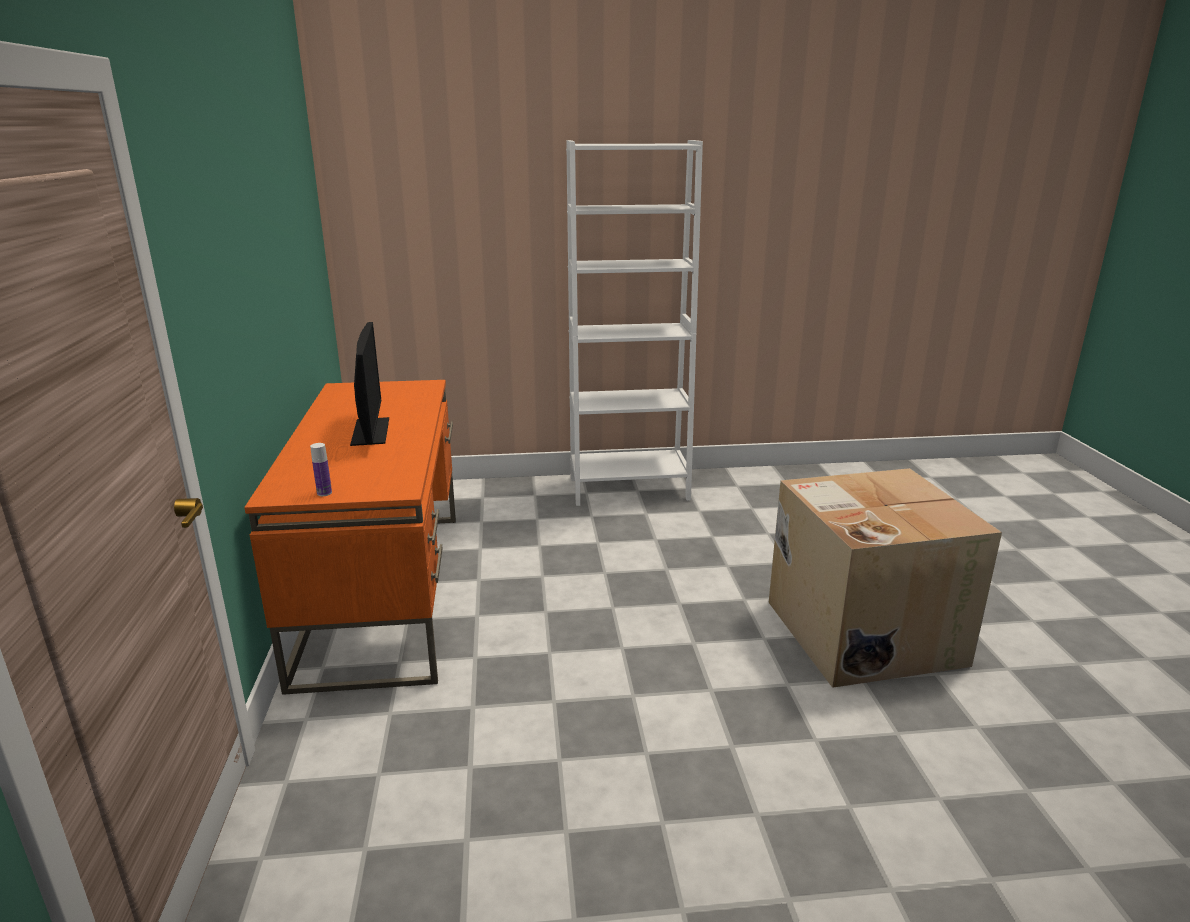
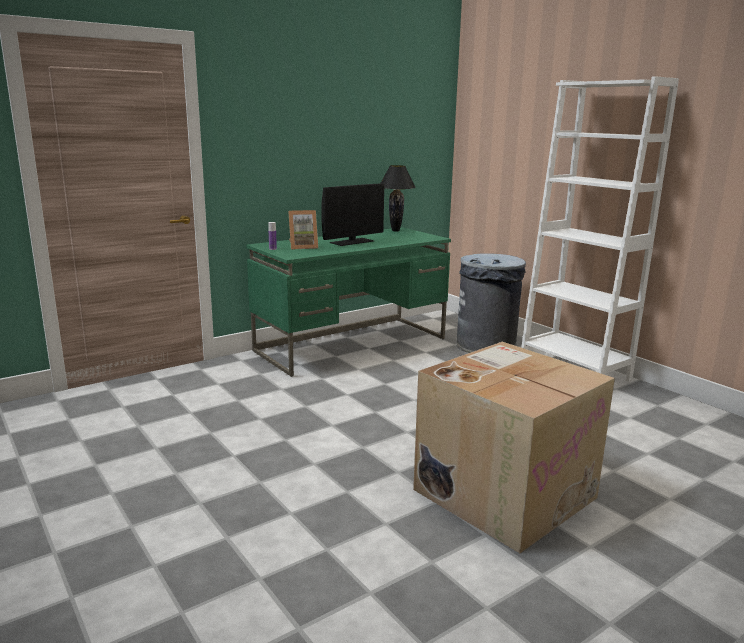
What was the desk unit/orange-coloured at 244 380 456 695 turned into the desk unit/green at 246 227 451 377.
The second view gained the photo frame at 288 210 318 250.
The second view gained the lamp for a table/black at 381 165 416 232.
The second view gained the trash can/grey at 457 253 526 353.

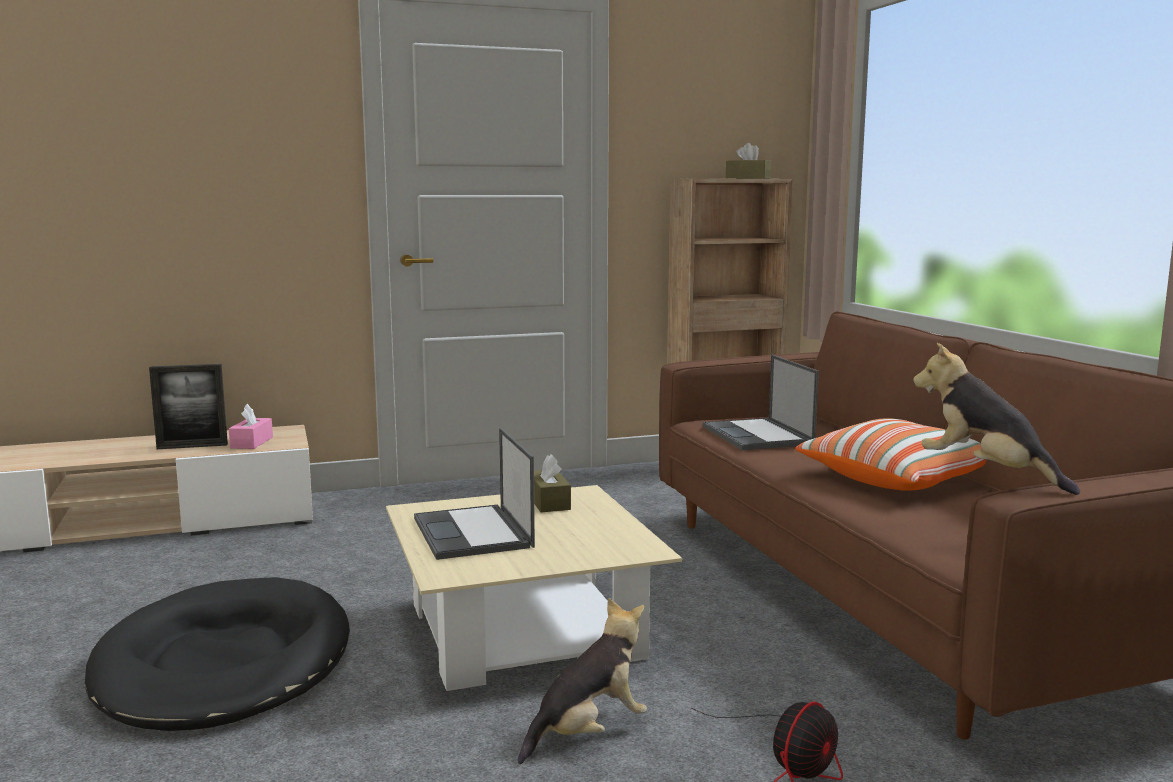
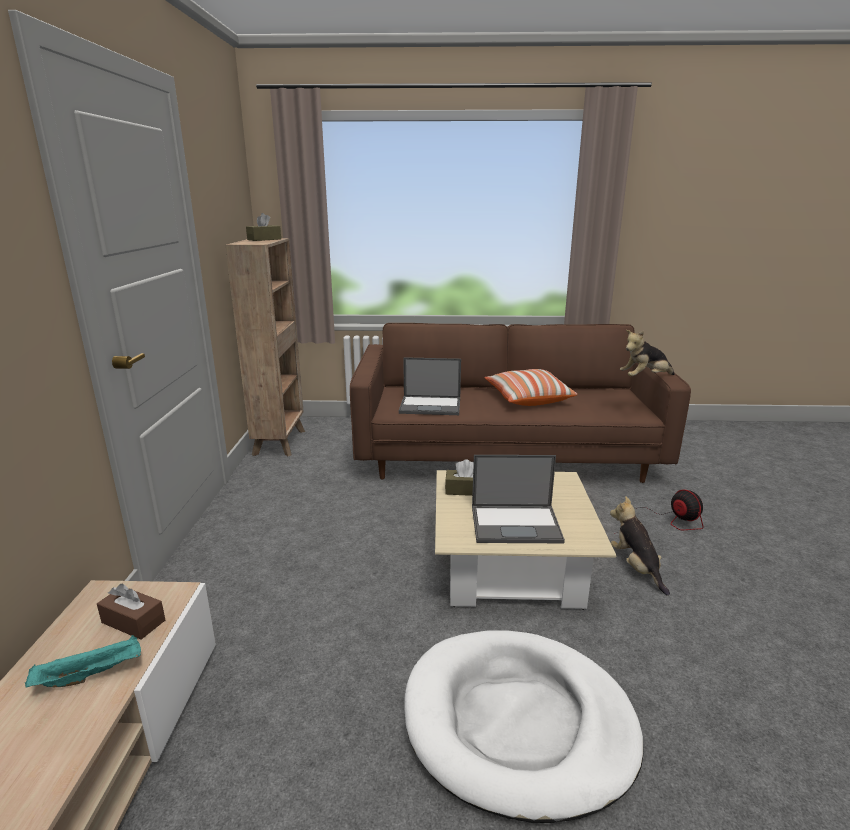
What was the pet bed/black at 85 577 350 731 turned into the pet bed/white at 404 630 643 823.
Where the photo frame stood at 149 364 228 449, the serving tray/blue-green came to stand at 25 635 141 688.
What was the tissue box/pink at 229 404 273 449 turned into the tissue box/brown at 97 584 165 640.

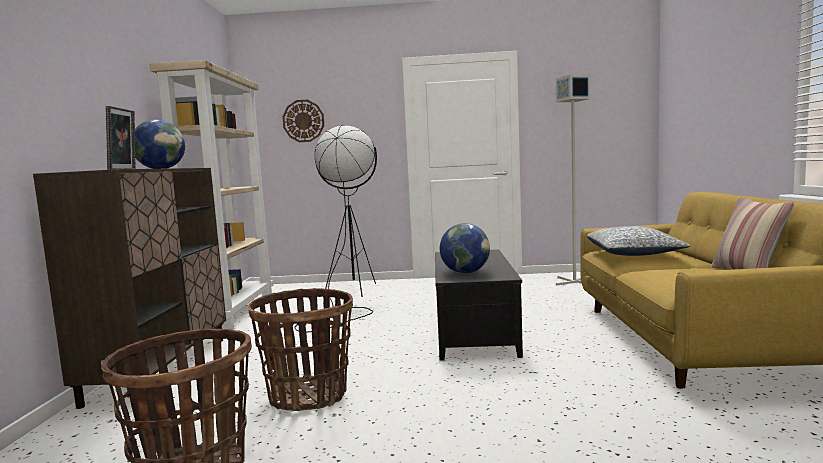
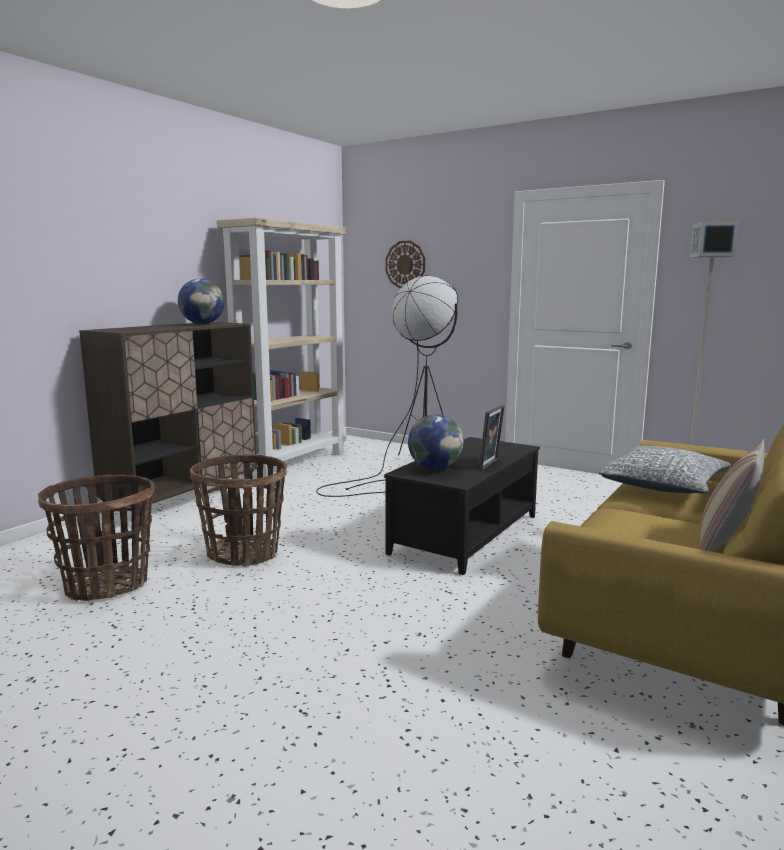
The photo frame ended up elsewhere, having gone from 105 106 136 170 to 478 405 505 470.

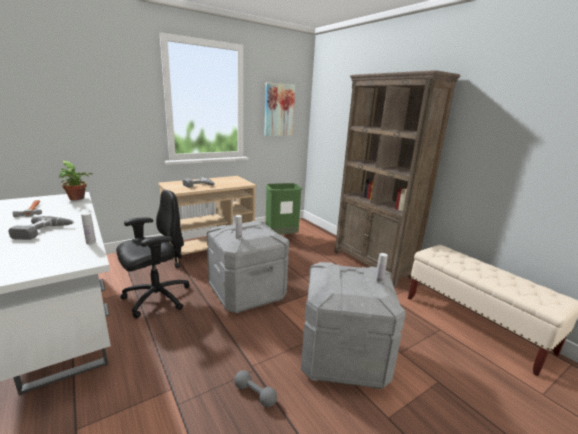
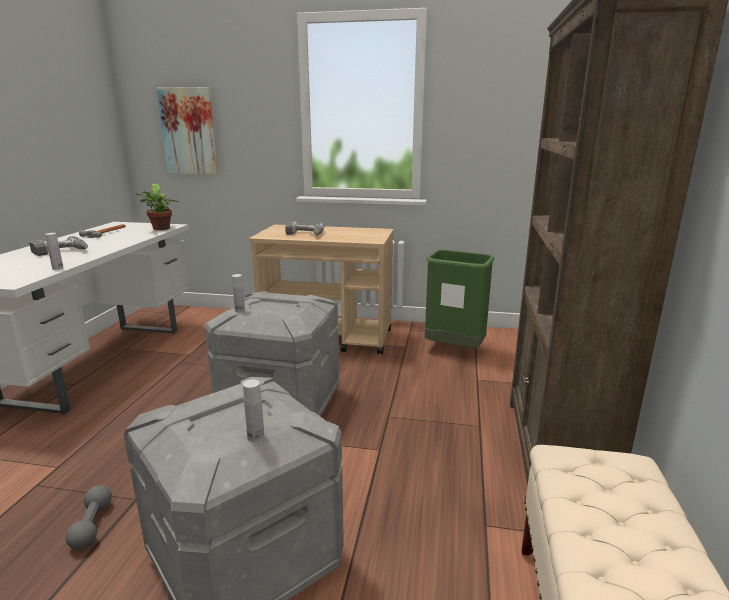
The second view lost the office chair/black at 116 190 190 318.
The picture ended up elsewhere, having gone from 264 83 295 136 to 157 87 218 174.

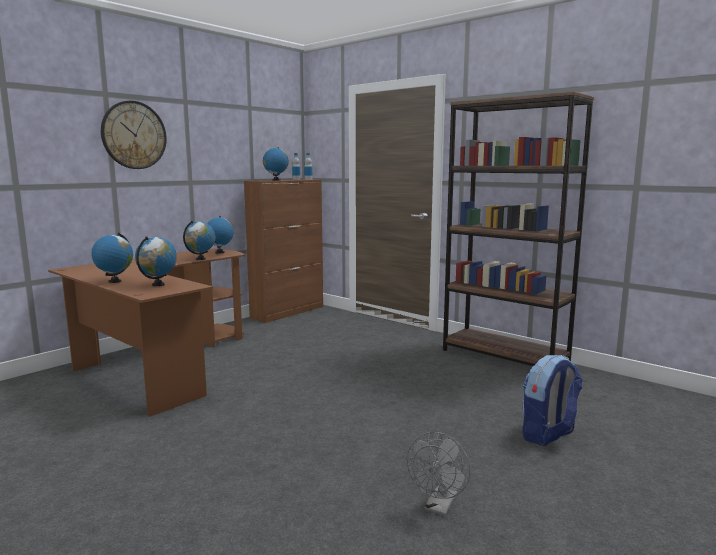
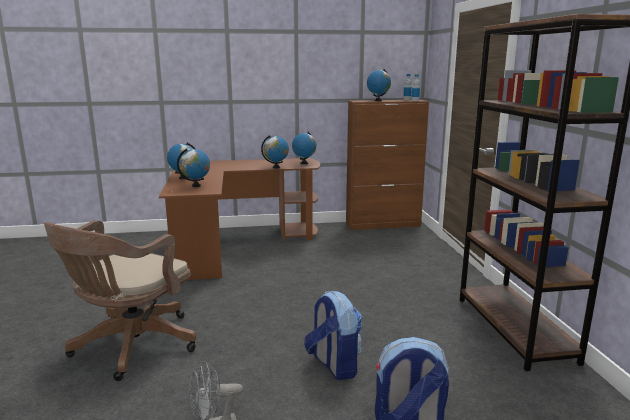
The second view lost the wall clock at 101 101 167 169.
The second view gained the office chair/brown at 44 220 197 381.
The second view gained the knapsack at 304 291 363 380.

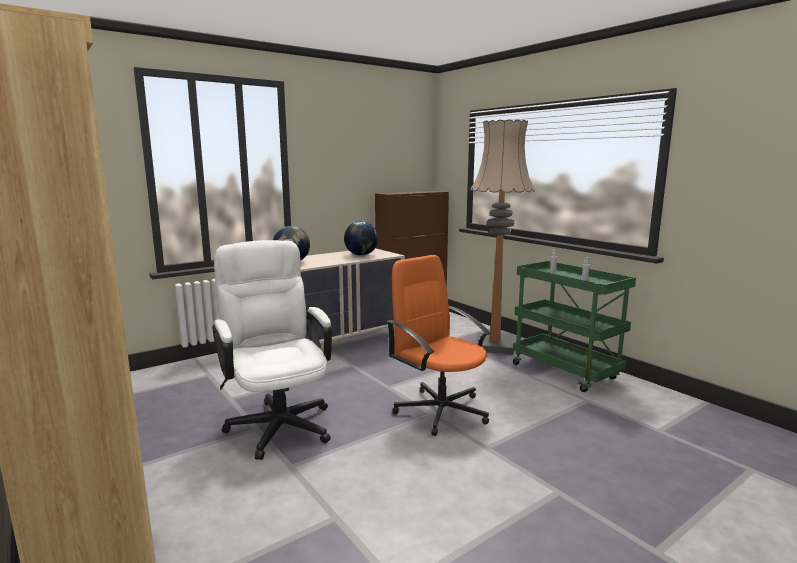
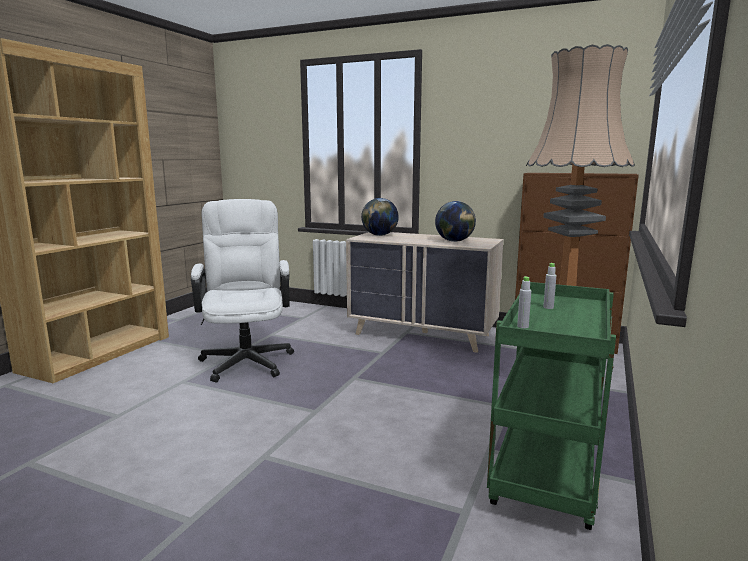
The office chair/white at 212 240 332 460 ended up facing another way, 45 degrees counterclockwise from before.
The second view lost the office chair/orange-coloured at 387 255 491 436.

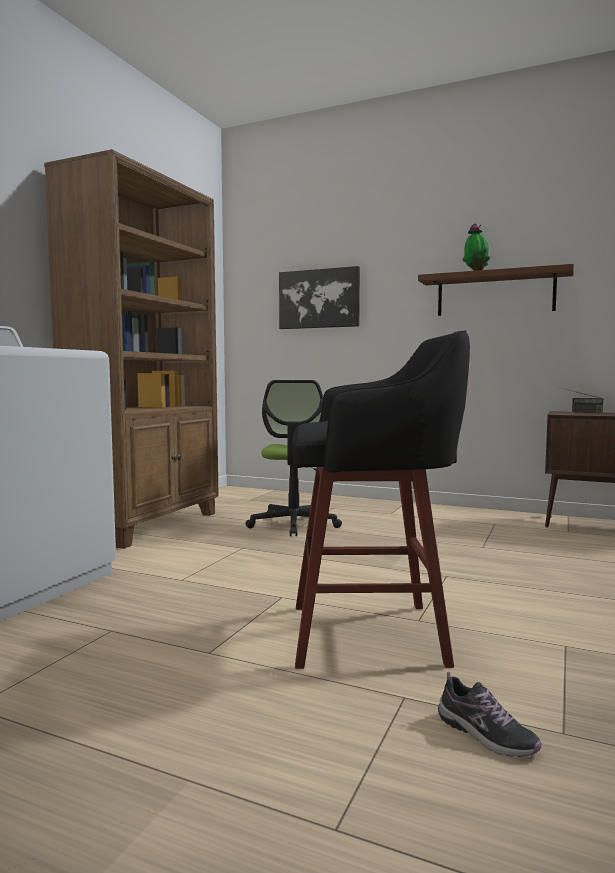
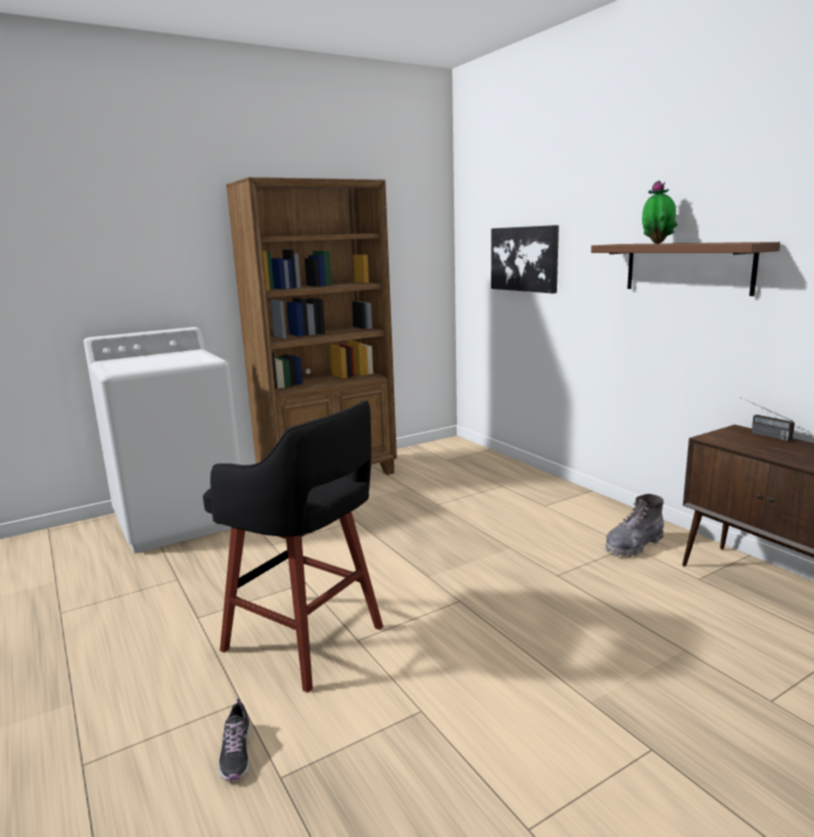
The second view lost the office chair at 246 380 342 536.
The second view gained the boot/grey at 605 494 664 557.

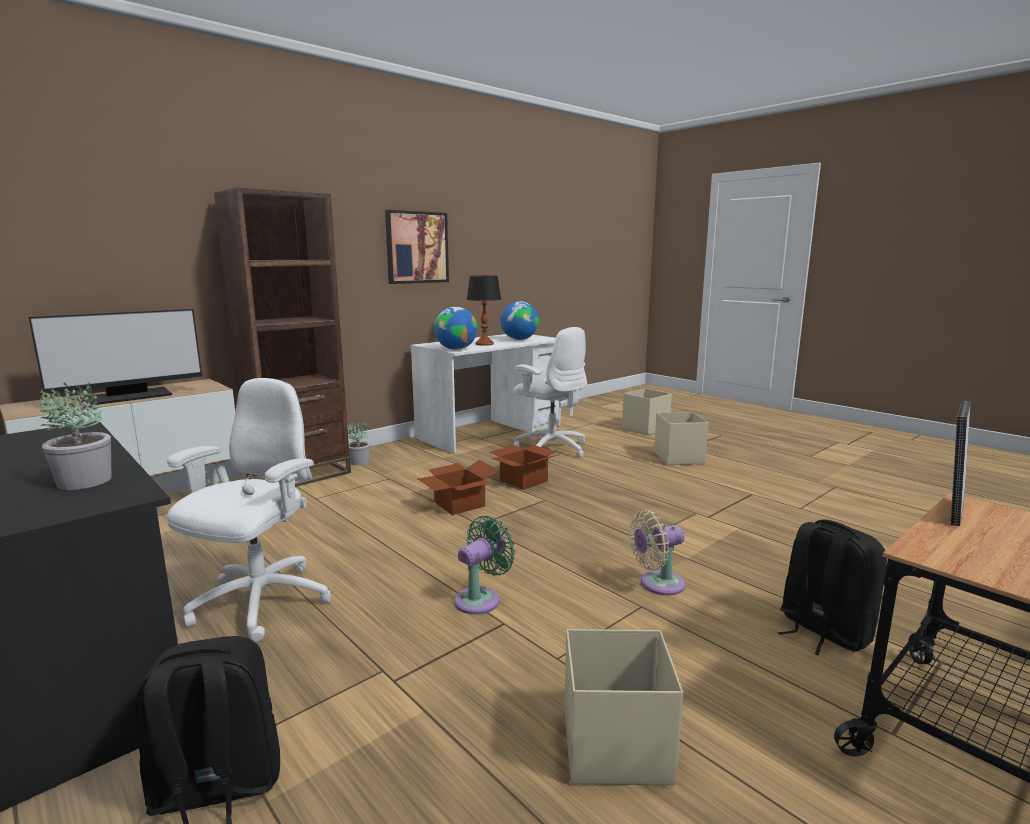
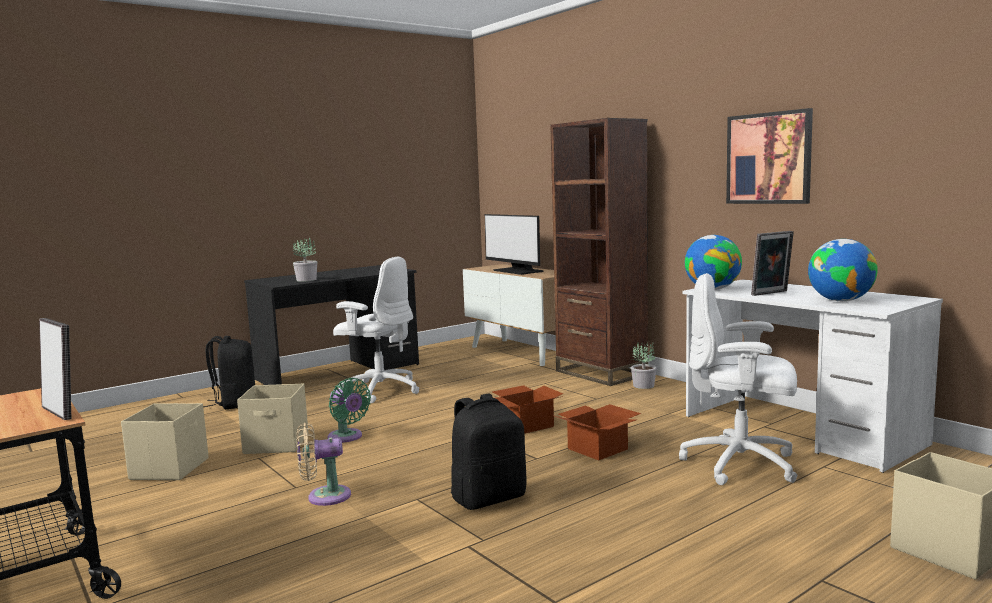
Where the lamp for a table stood at 467 276 501 346, the photo frame came to stand at 751 231 794 296.
The office chair/white at 513 327 587 457 ended up facing another way, 60 degrees clockwise from before.
The electric fan/beige-coloured at 629 510 685 595 ended up facing another way, 90 degrees counterclockwise from before.
The storage container/beige-coloured ended up elsewhere, having gone from 654 412 709 465 to 237 383 308 454.
The knapsack/black ended up elsewhere, having gone from 778 519 887 656 to 451 393 526 510.

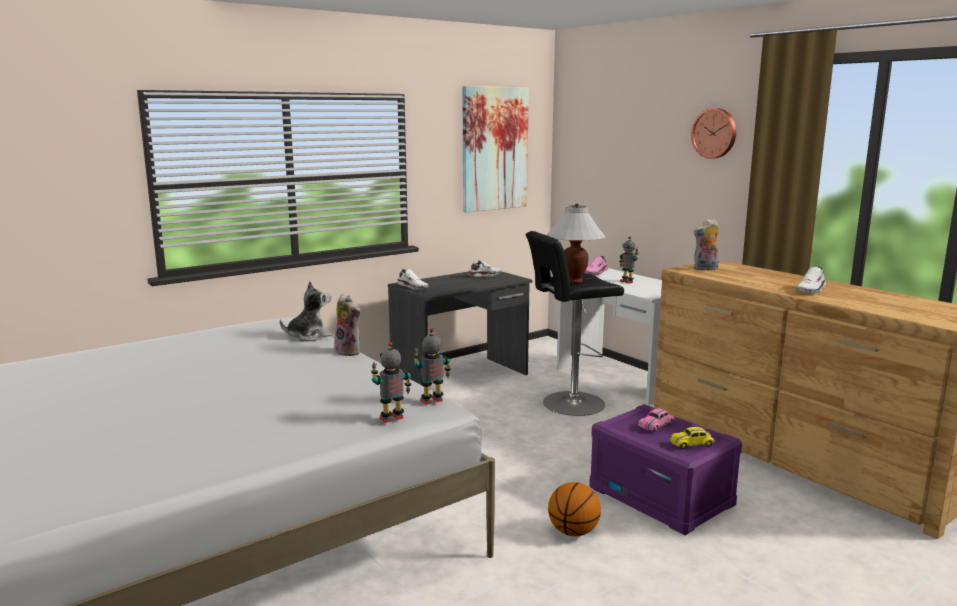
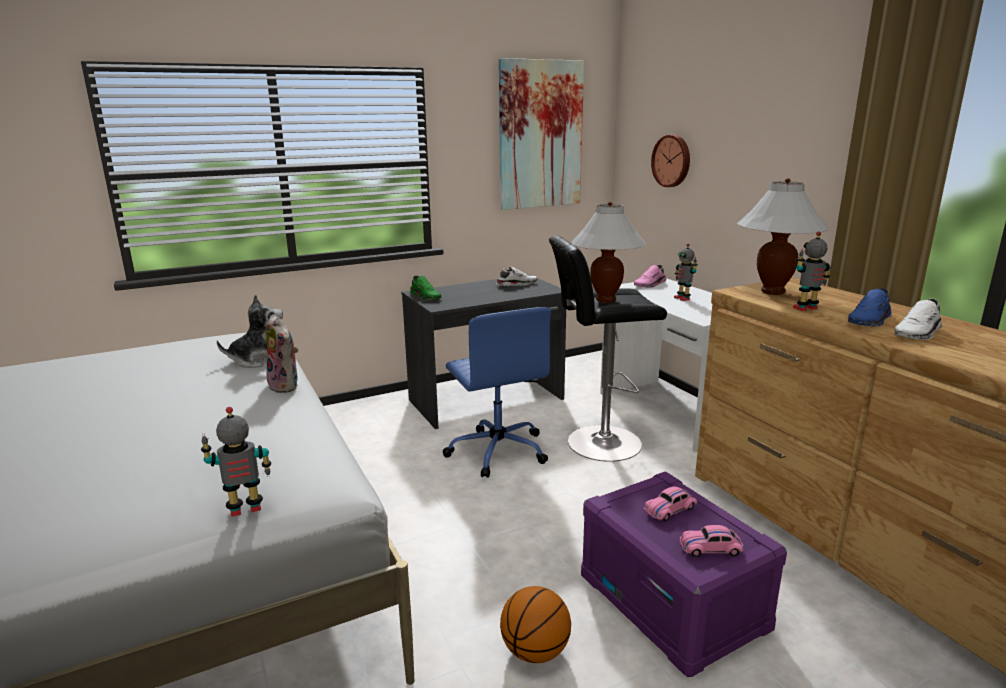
What was the shoe/white at 397 269 429 290 turned into the shoe/green at 410 276 441 301.
The robot figure ended up elsewhere, having gone from 413 328 451 405 to 793 232 830 311.
What was the model car/yellow at 670 427 715 449 turned into the model car/pink at 679 525 744 557.
The wall clock ended up elsewhere, having gone from 691 108 736 159 to 651 135 690 187.
Where the plush toy stood at 694 219 719 270, the lamp for a table/white came to stand at 737 178 829 295.
The second view gained the office chair/blue at 443 307 551 478.
The second view gained the shoe/blue at 848 288 892 327.

